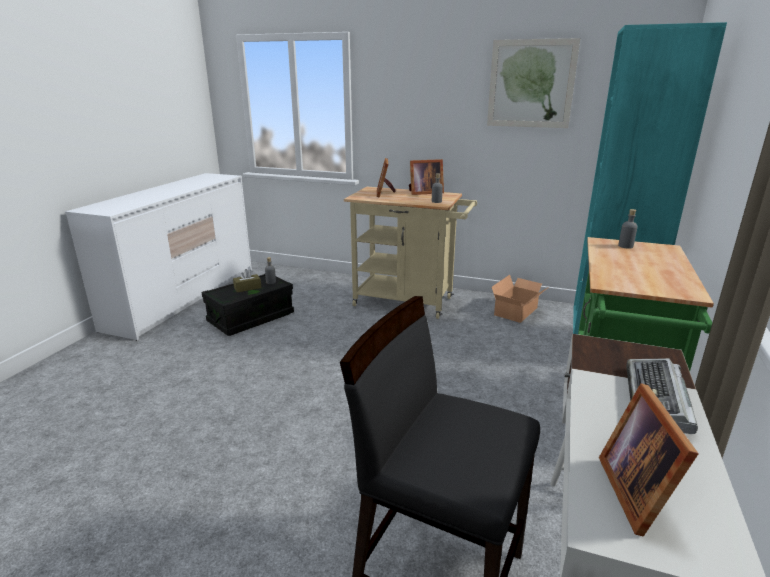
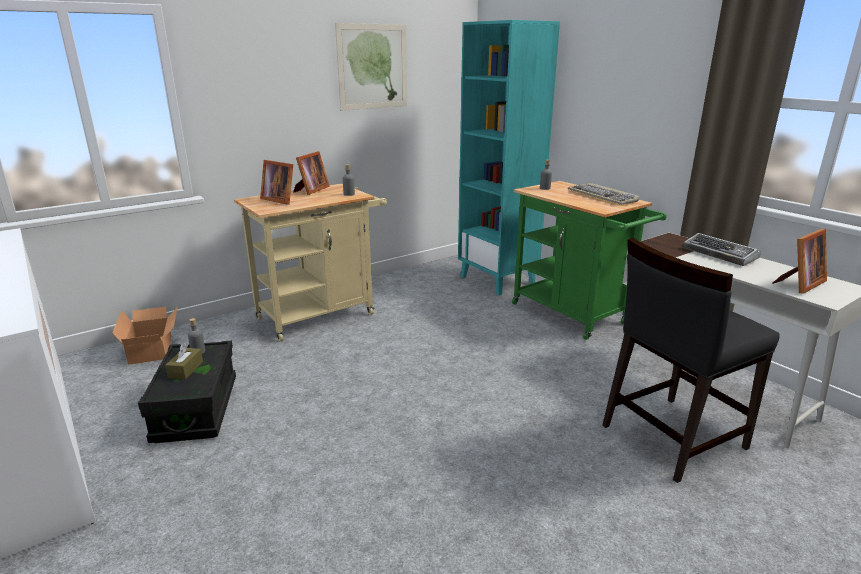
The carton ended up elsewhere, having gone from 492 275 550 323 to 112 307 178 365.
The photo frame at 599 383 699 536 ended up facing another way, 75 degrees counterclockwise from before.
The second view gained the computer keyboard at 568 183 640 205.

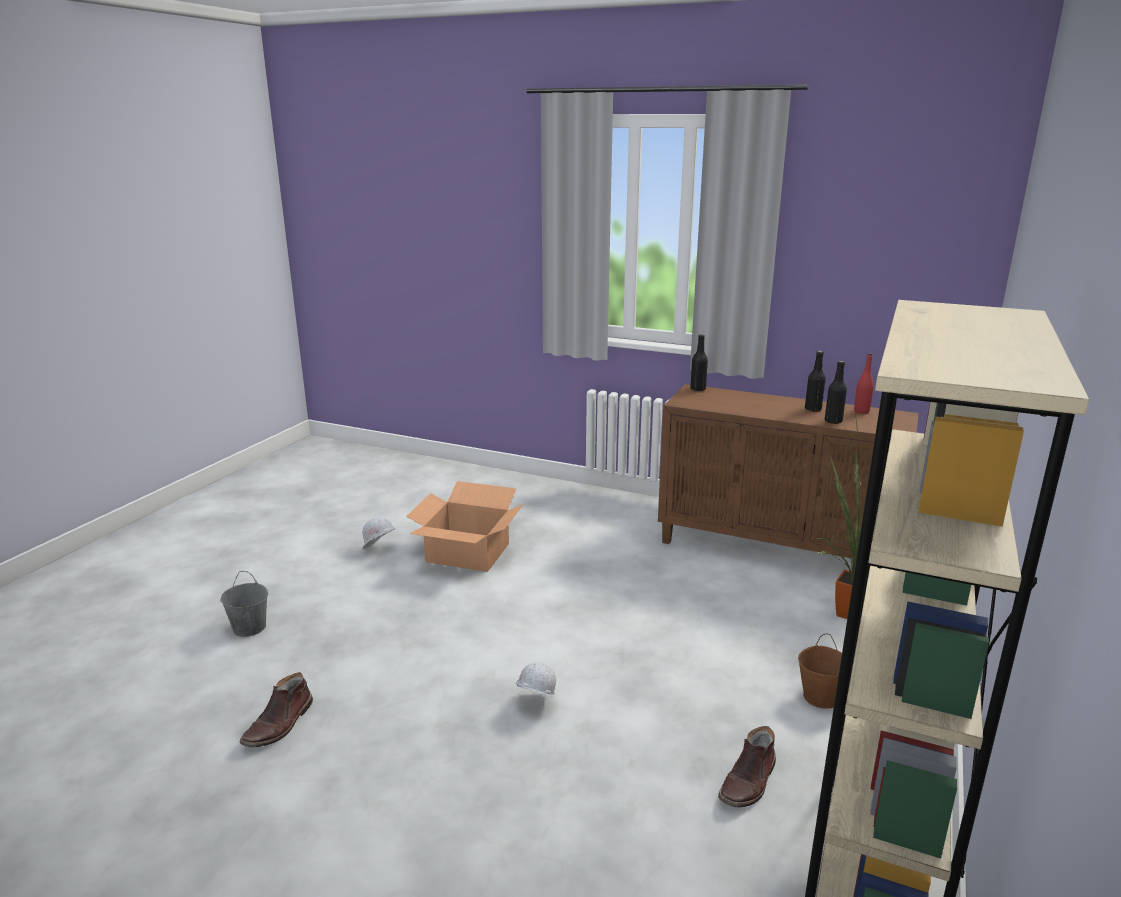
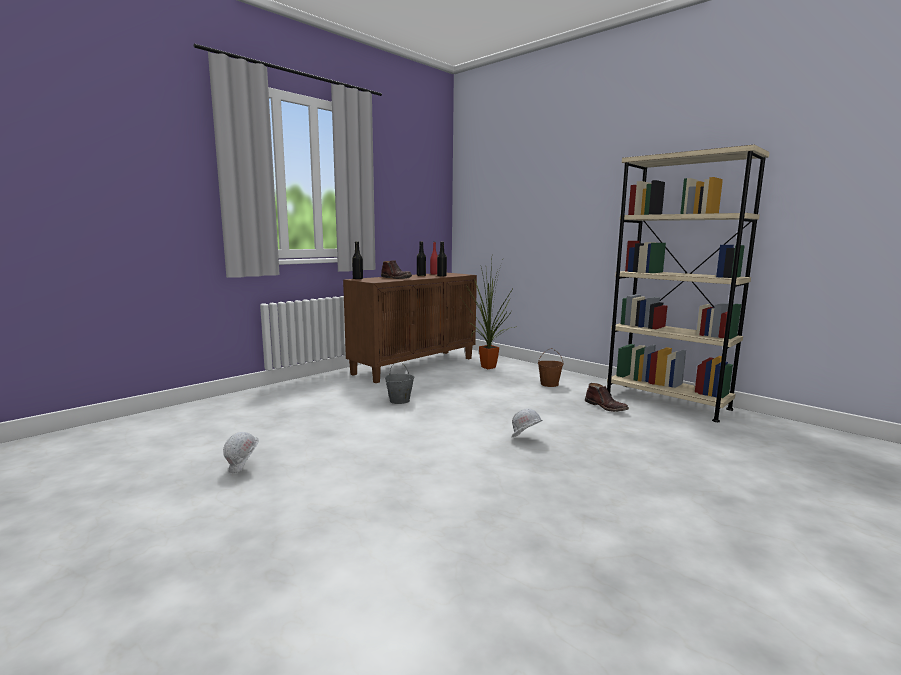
The water bucket/grey ended up elsewhere, having gone from 220 571 268 637 to 385 361 414 404.
The boot/brown ended up elsewhere, having gone from 240 672 313 747 to 381 260 412 279.
The second view lost the carton at 406 481 524 572.

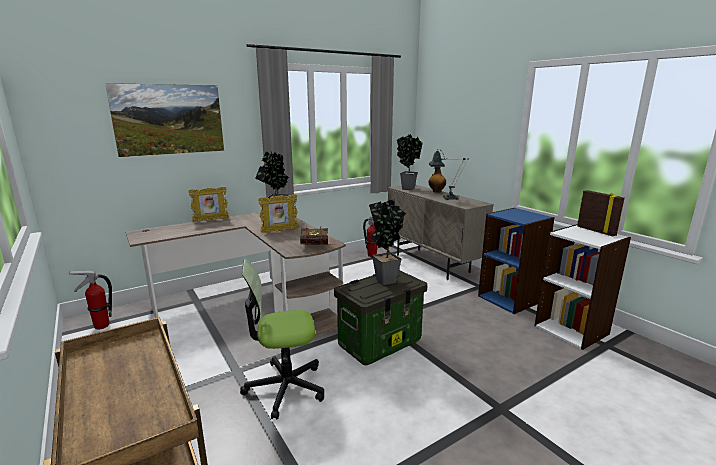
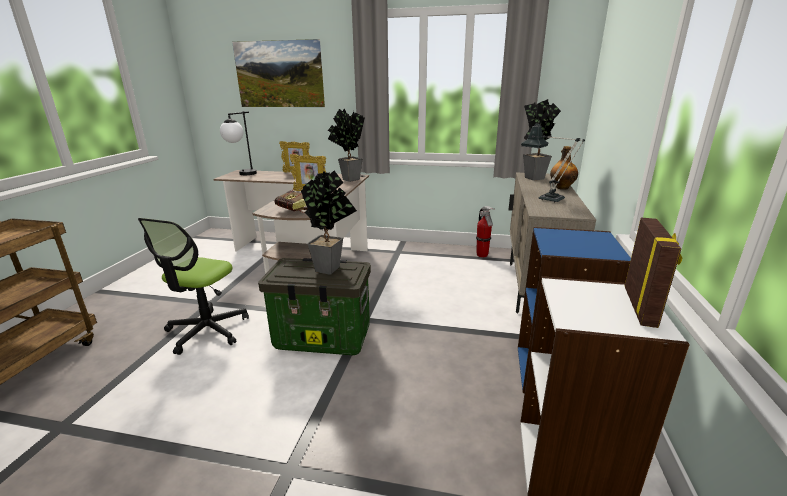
The second view lost the fire-fighting cylinder at 69 271 112 330.
The office chair at 240 259 324 420 ended up facing another way, 105 degrees counterclockwise from before.
The second view gained the lamp for a table at 220 111 257 175.

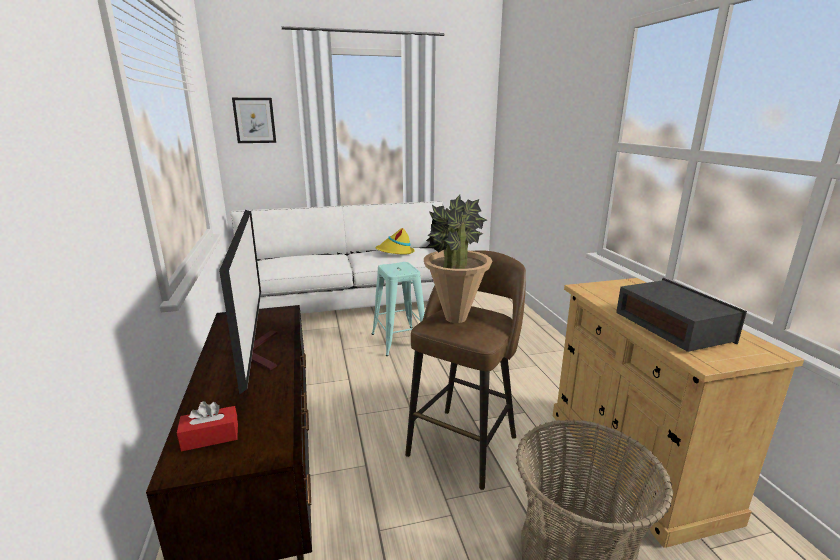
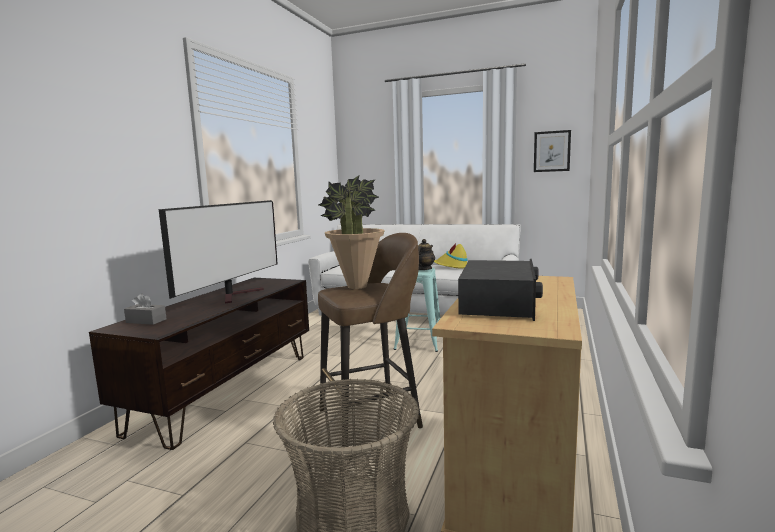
What was the tissue box/reddish at 177 401 238 452 turned into the tissue box/grey at 124 293 166 325.
The picture ended up elsewhere, having gone from 232 98 276 143 to 534 130 571 172.
The second view gained the tea pot at 418 239 435 270.

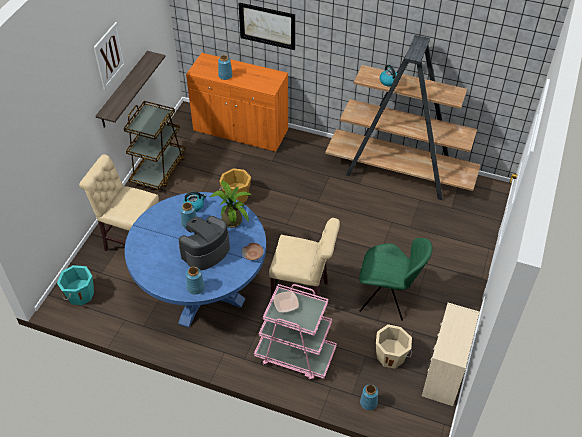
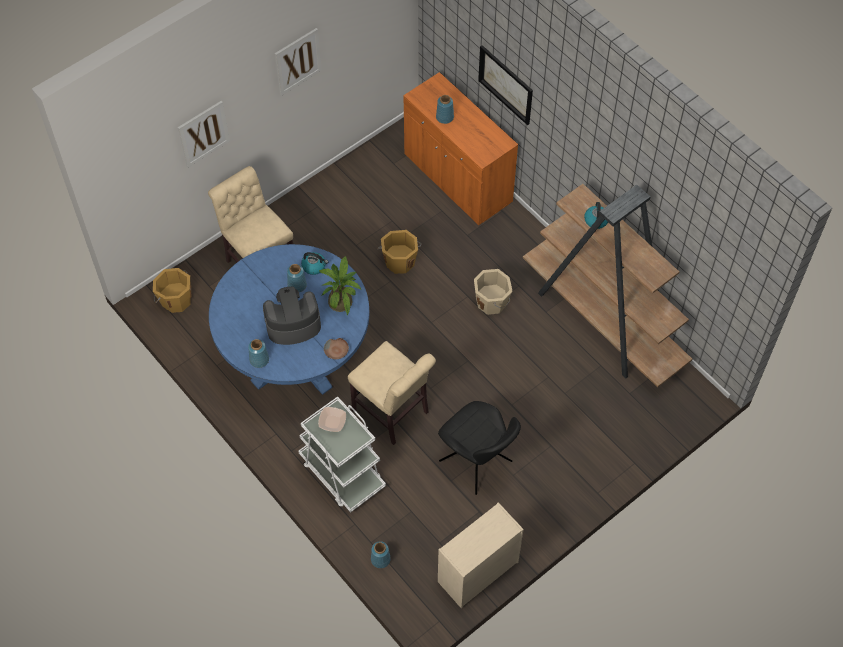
What was the water bucket/blue-green at 57 265 94 305 turned into the water bucket/orange-coloured at 153 268 191 313.
The second view lost the shelf at 96 51 165 128.
The second view lost the cart/brown at 124 101 185 190.
What was the cart/pink at 254 284 337 380 turned into the cart/white at 298 396 386 513.
What was the plain chair/green at 359 238 433 321 turned into the plain chair/black at 438 401 521 495.
The water bucket/beige-coloured ended up elsewhere, having gone from 376 324 412 369 to 474 269 512 315.
The second view gained the picture at 178 101 230 167.

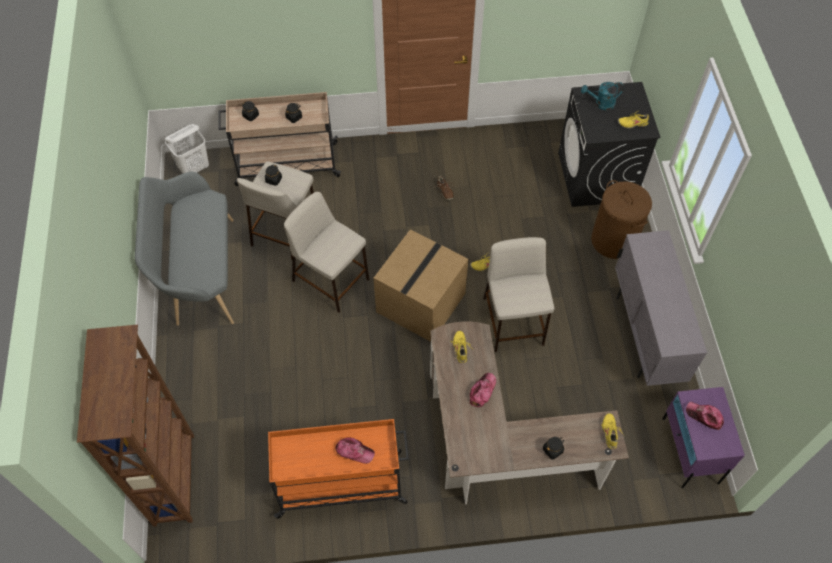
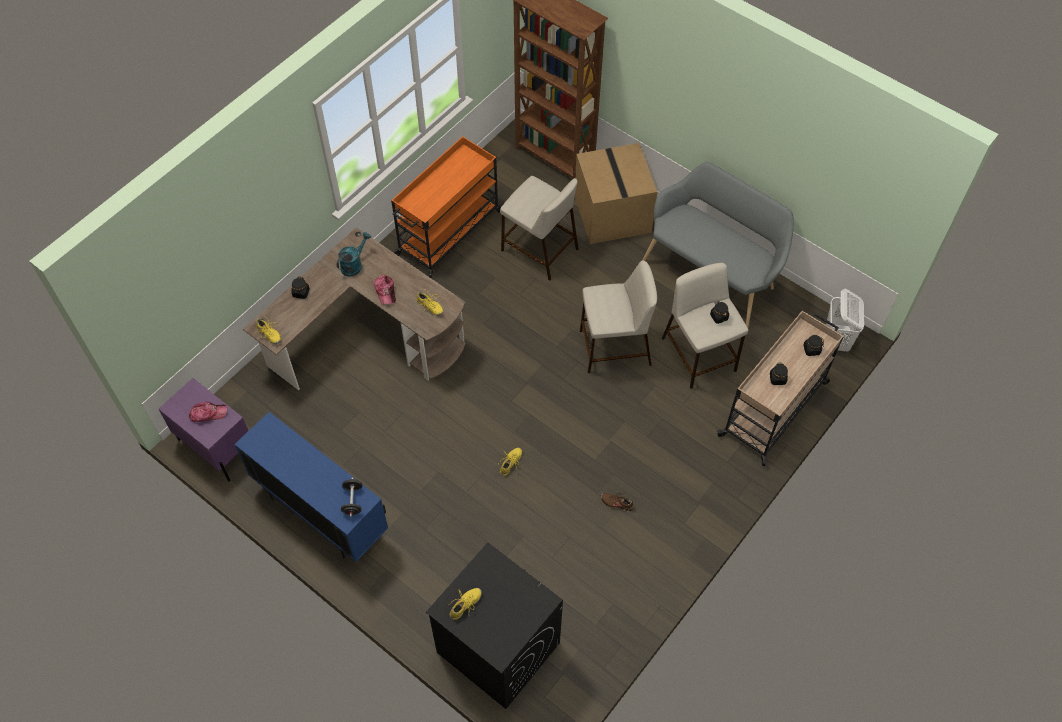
The second view lost the baseball cap at 336 437 375 464.
The carton ended up elsewhere, having gone from 374 229 468 342 to 575 143 657 244.
The stool/beige-coloured ended up elsewhere, having gone from 483 237 554 352 to 500 176 579 280.
The watering pot/blue-green ended up elsewhere, having gone from 581 82 624 110 to 337 232 371 277.
The second view lost the laundry basket/brown at 591 180 652 259.
What was the cabinet/grey at 615 230 707 386 turned into the cabinet/blue at 235 412 388 562.
The second view gained the dumbbell/black at 341 477 362 517.

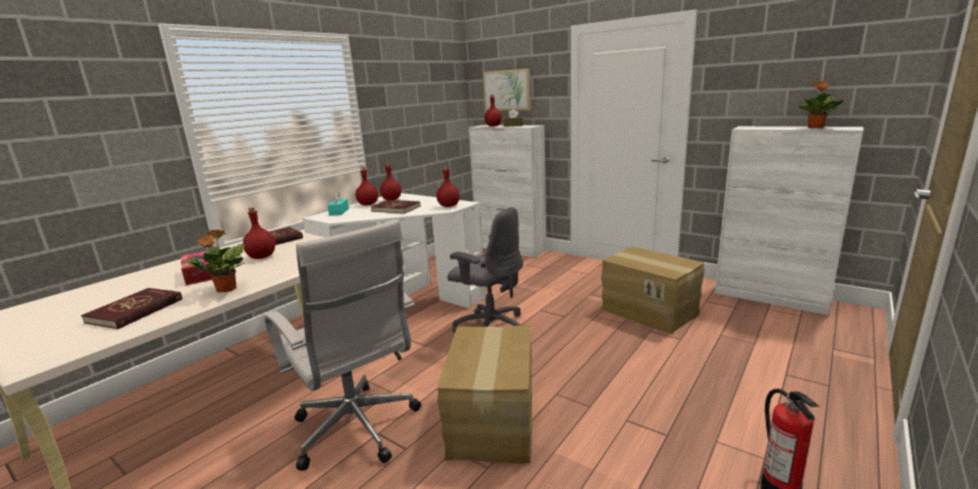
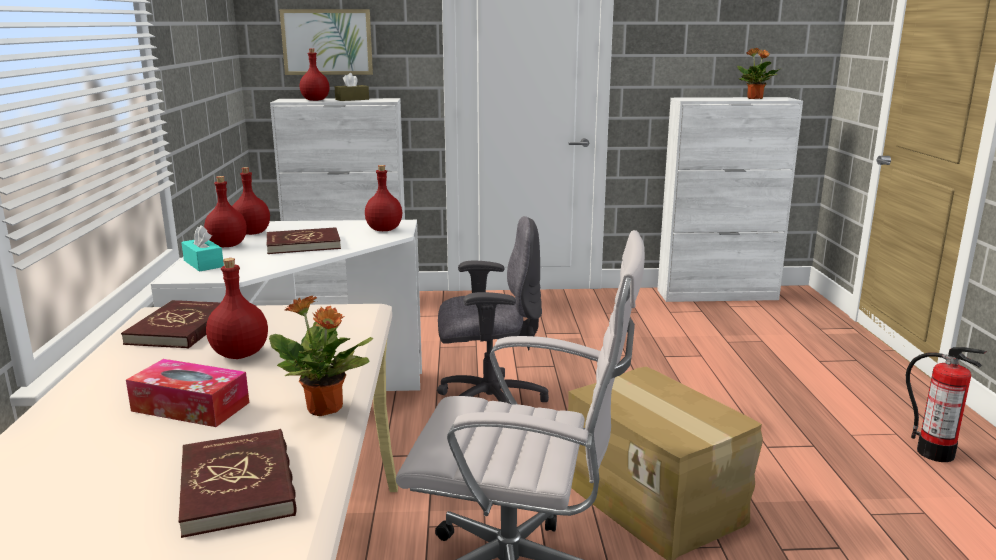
The second view lost the carton at 601 246 705 334.

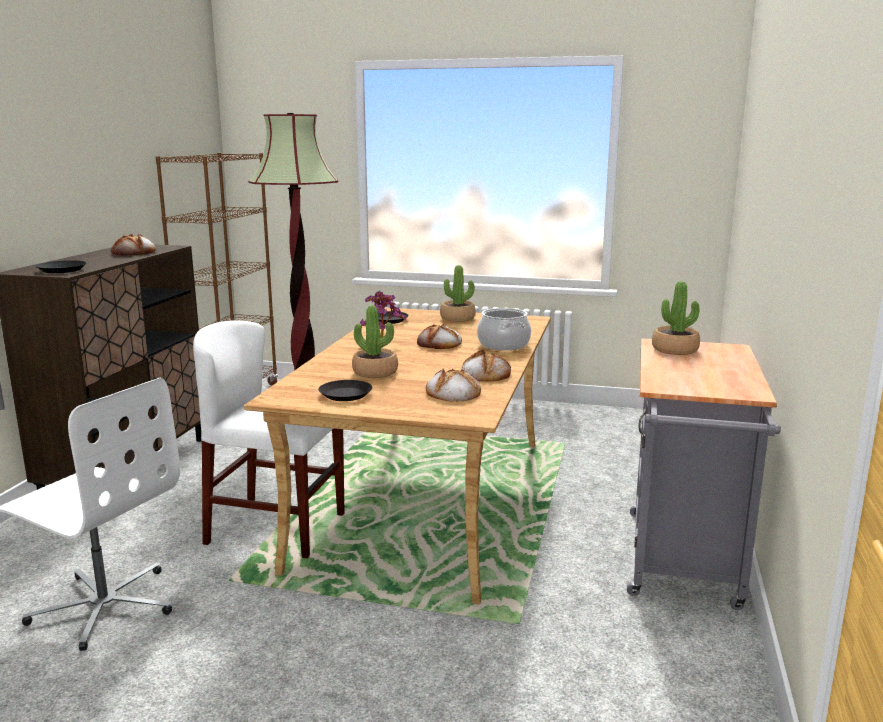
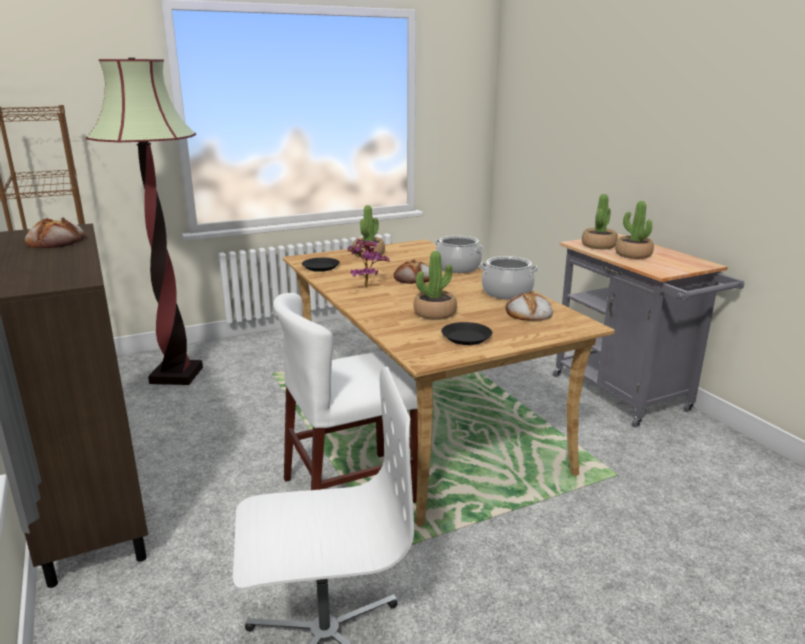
The second view lost the dinner plate/black at 35 260 86 273.
Where the bakery bread stood at 461 349 511 382, the saucepot came to stand at 479 256 539 299.
The second view gained the houseplant at 615 201 654 259.

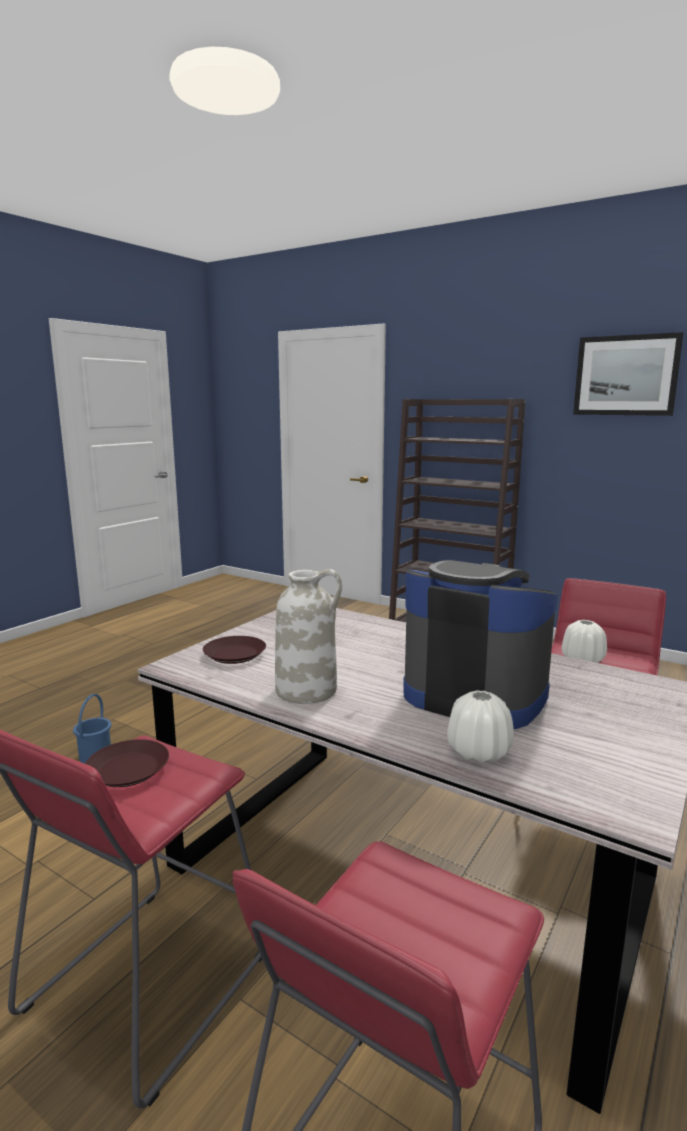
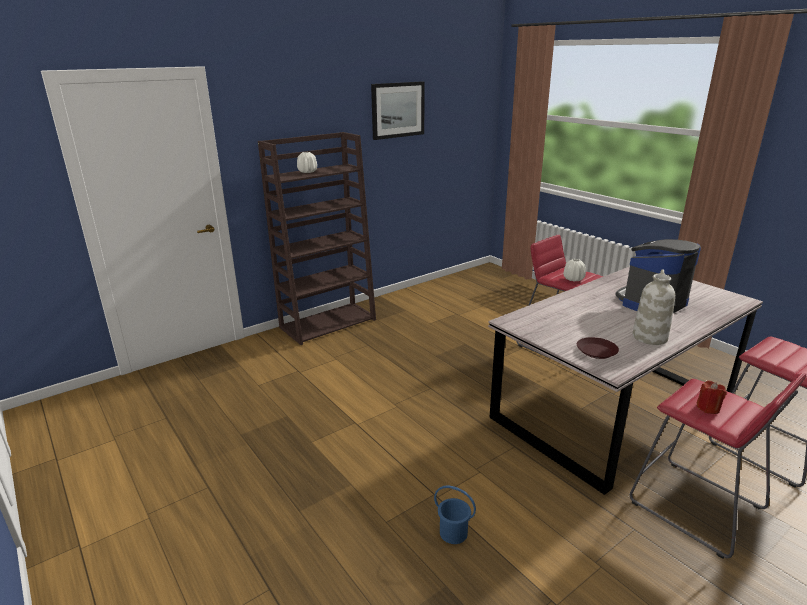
Where the dinner plate/brown stood at 85 739 169 787, the wax light/reddish came to stand at 697 381 727 414.
The decorative vase/white ended up elsewhere, having gone from 447 690 514 763 to 297 152 317 173.

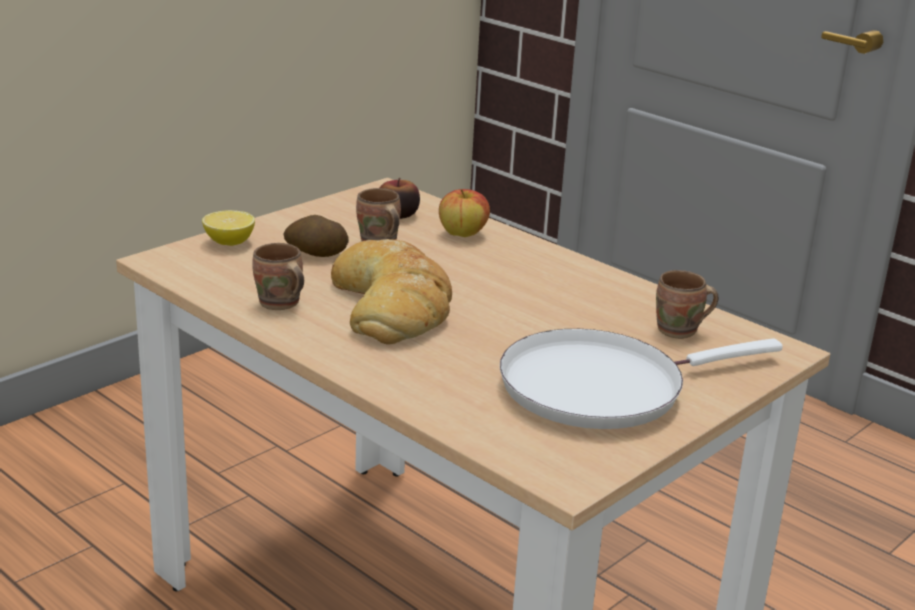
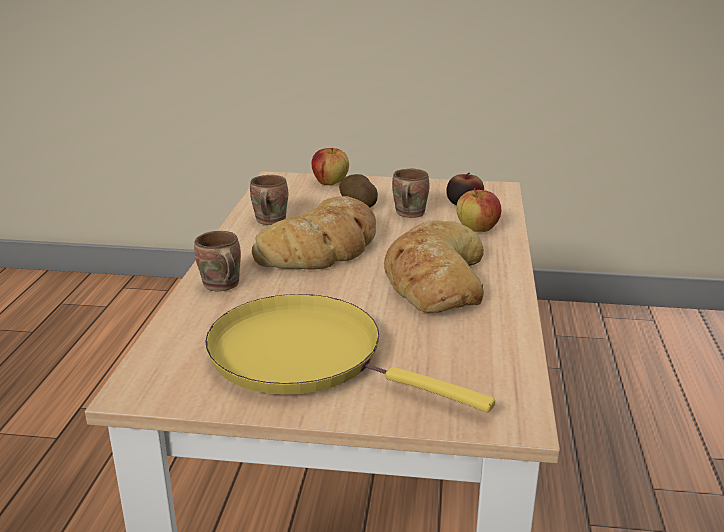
Where the citrus fruit stood at 202 210 255 246, the apple came to stand at 312 148 349 185.
What was the skillet/white at 500 329 783 429 turned into the skillet/yellow at 205 294 495 413.
The coffee mug/brown ended up elsewhere, having gone from 656 270 718 339 to 194 231 241 292.
The second view gained the bakery bread at 384 220 484 313.

